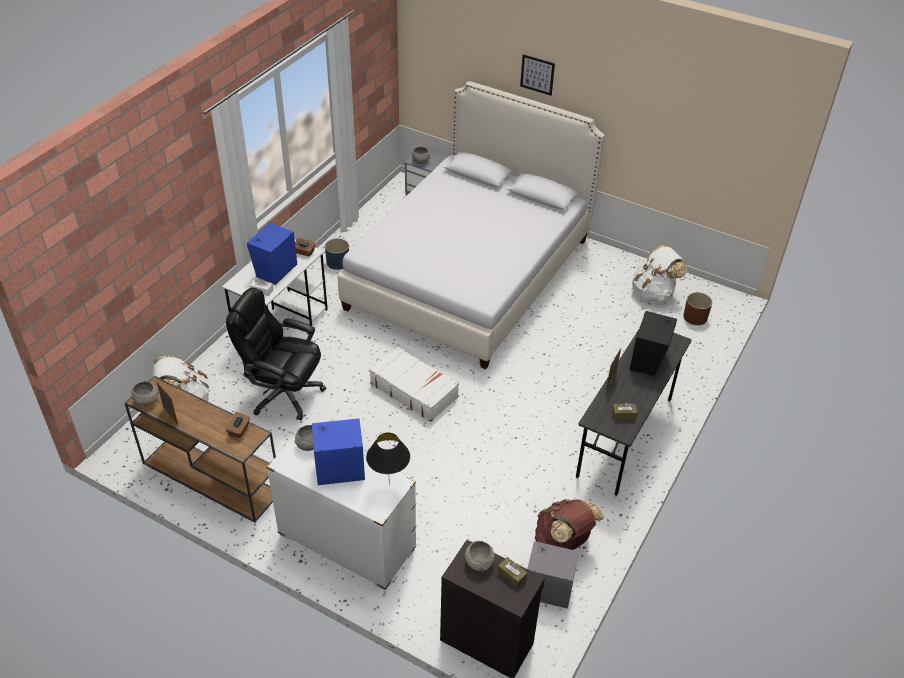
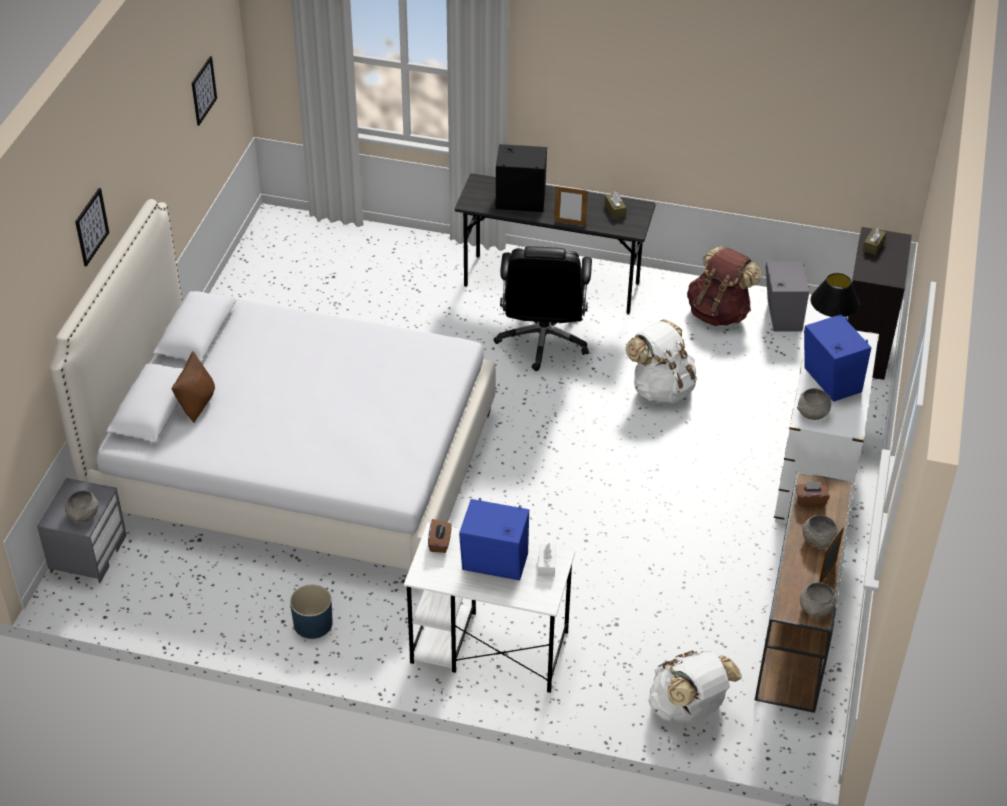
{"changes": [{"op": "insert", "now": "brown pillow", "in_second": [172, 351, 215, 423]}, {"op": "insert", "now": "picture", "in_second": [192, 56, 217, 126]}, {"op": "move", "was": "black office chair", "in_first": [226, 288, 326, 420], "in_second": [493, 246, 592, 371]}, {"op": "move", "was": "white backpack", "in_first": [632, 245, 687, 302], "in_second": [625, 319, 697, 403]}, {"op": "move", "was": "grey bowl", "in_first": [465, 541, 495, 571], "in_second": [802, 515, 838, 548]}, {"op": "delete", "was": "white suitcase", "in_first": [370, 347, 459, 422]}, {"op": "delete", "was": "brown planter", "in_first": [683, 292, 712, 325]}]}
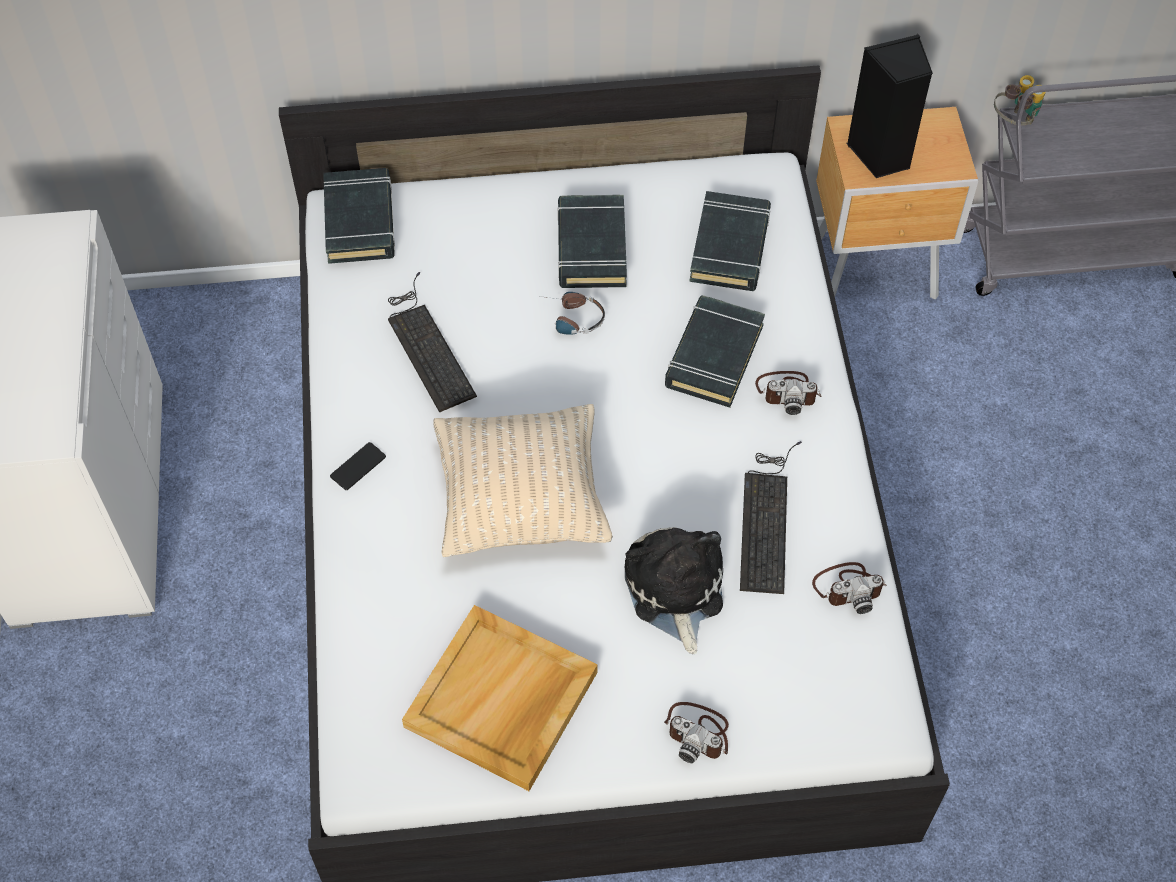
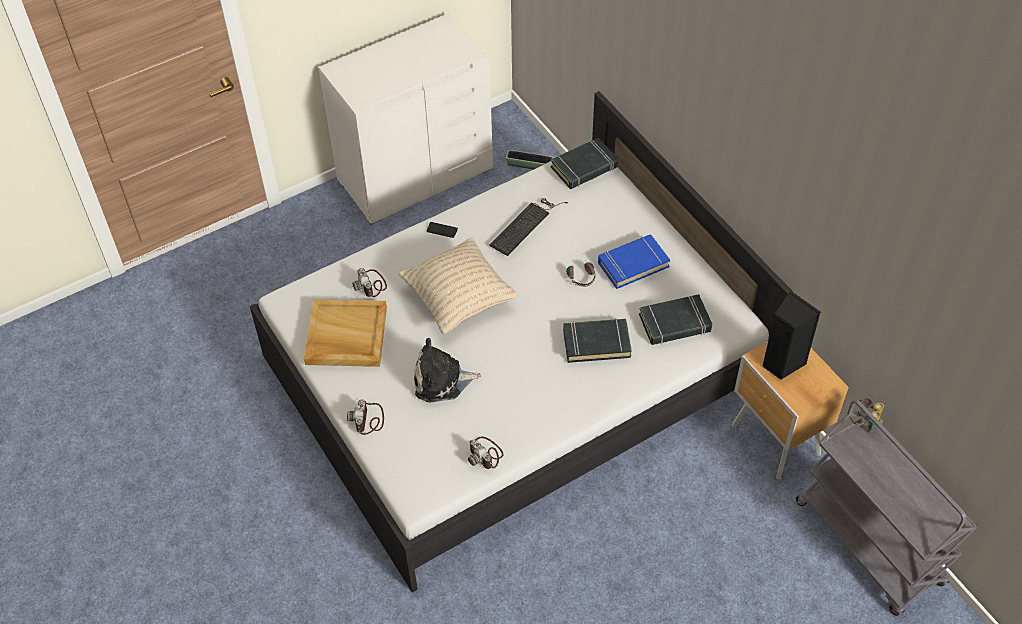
{"changes": [{"op": "move", "was": "photo camera", "in_first": [755, 371, 821, 415], "in_second": [352, 268, 387, 297]}, {"op": "rotate", "was": "plush toy", "in_first": [625, 527, 723, 654], "in_second": [414, 338, 481, 402], "clockwise": -150}, {"op": "insert", "now": "planter", "in_second": [506, 150, 554, 170]}, {"op": "recolor", "was": "black book", "now": "blue book", "in_first": [557, 195, 627, 288], "in_second": [598, 234, 670, 289]}, {"op": "delete", "was": "keyboard", "in_first": [740, 441, 802, 594]}]}
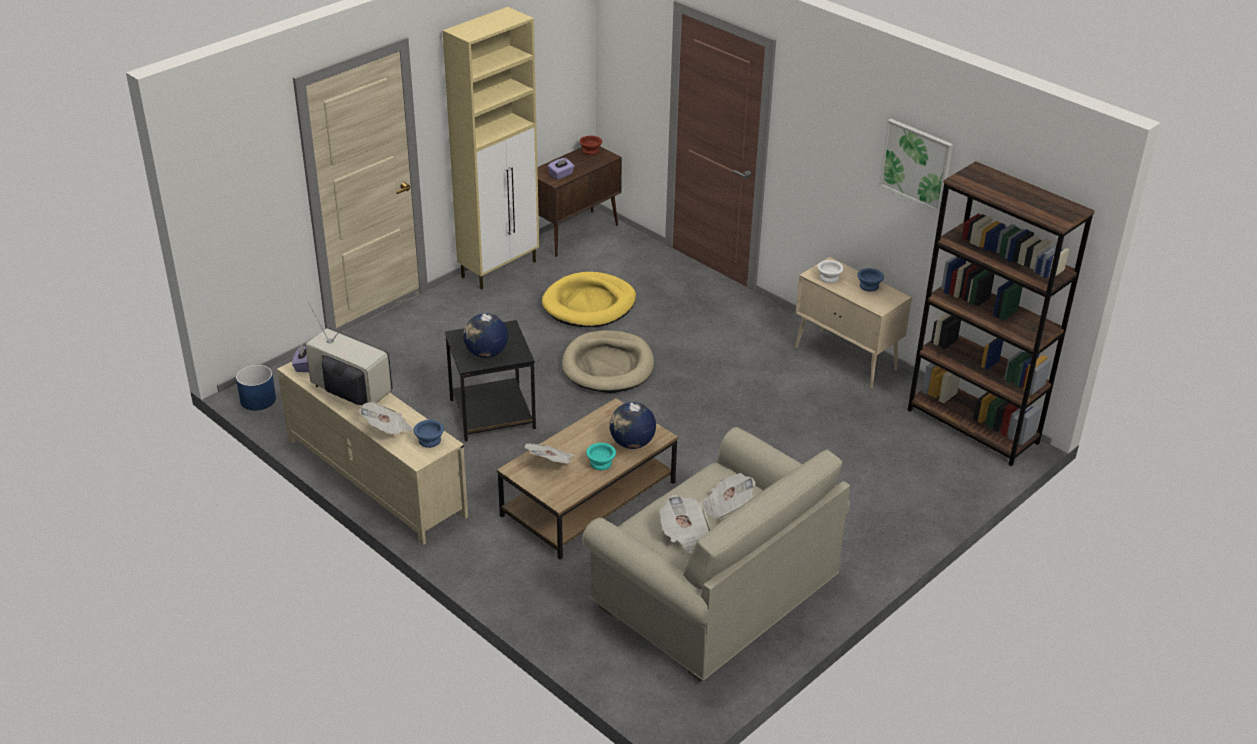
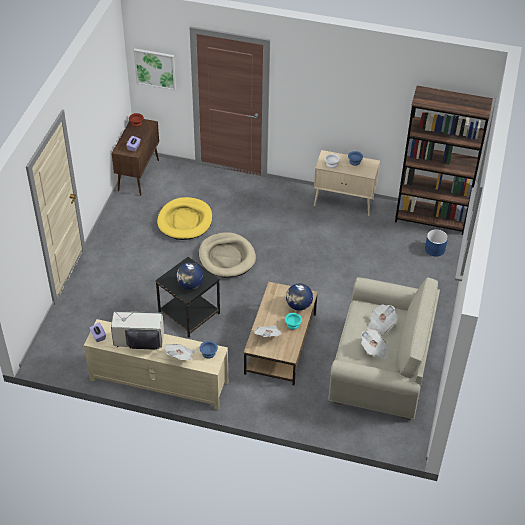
{"changes": [{"op": "move", "was": "picture", "in_first": [879, 119, 953, 213], "in_second": [134, 49, 176, 91]}, {"op": "move", "was": "blue planter", "in_first": [236, 365, 276, 410], "in_second": [425, 229, 448, 256]}, {"op": "delete", "was": "beige cabinet", "in_first": [442, 7, 539, 290]}]}
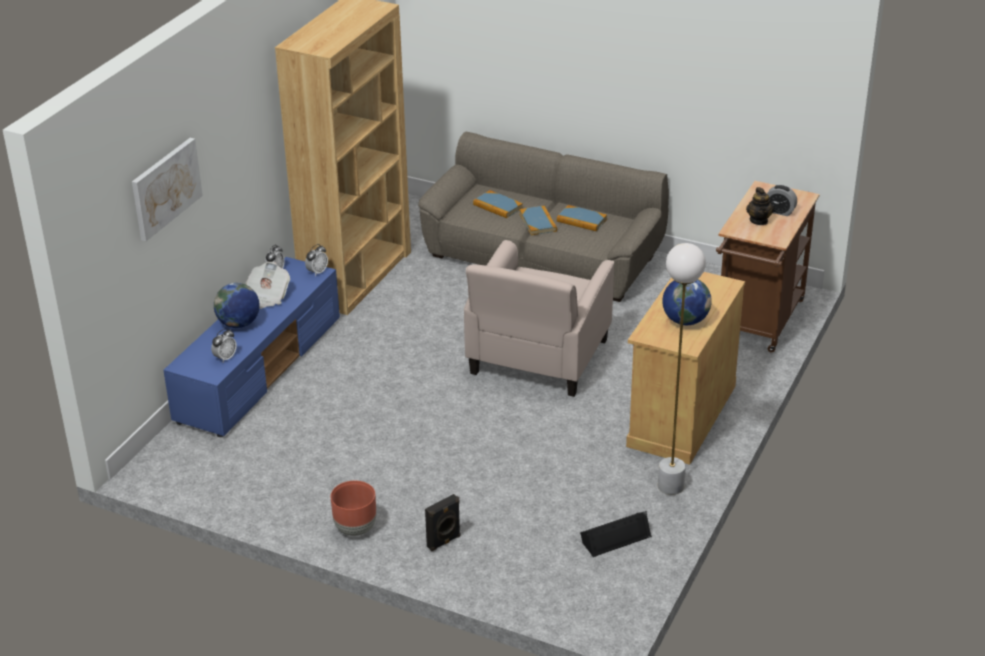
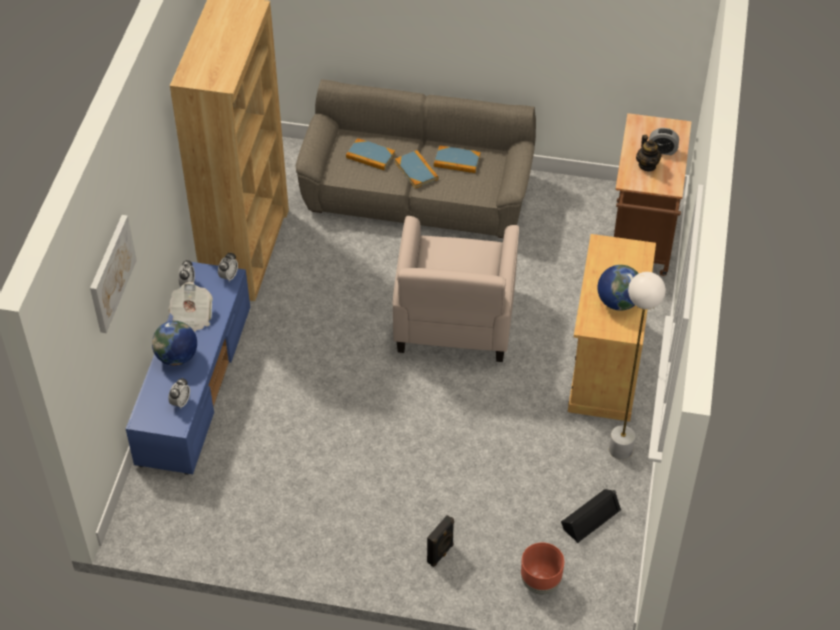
{"changes": [{"op": "move", "was": "brown planter", "in_first": [331, 481, 376, 536], "in_second": [521, 542, 564, 594]}]}
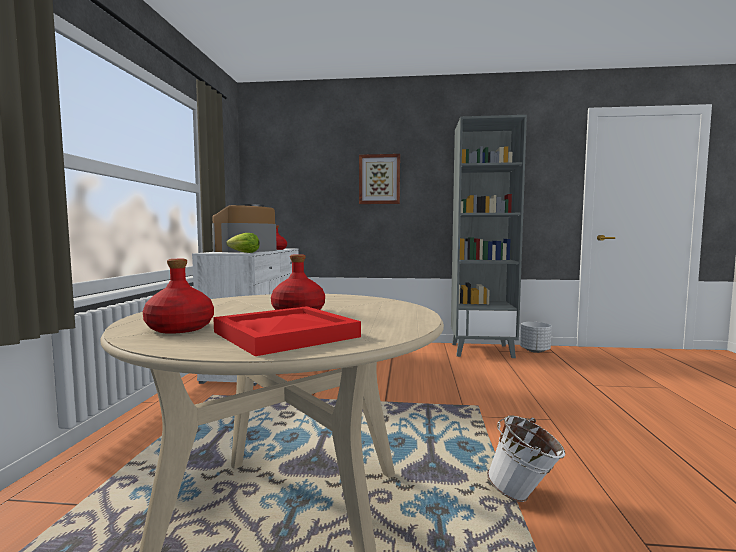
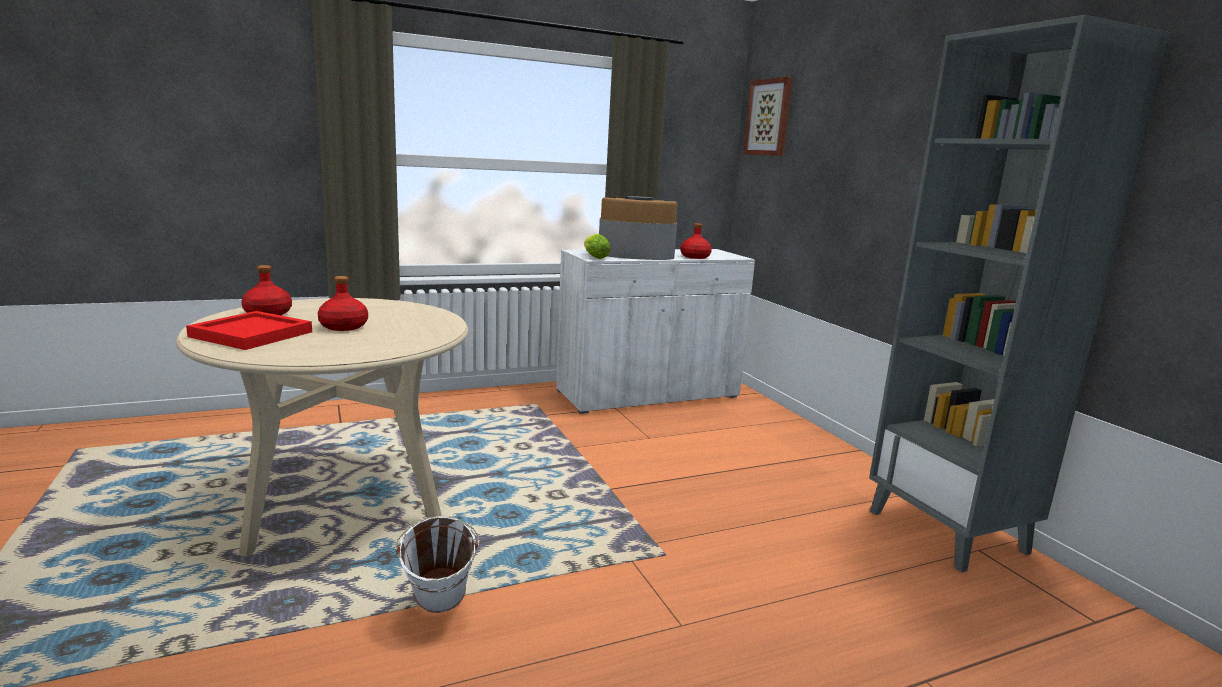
{"changes": [{"op": "move", "was": "picture", "in_first": [359, 154, 400, 204], "in_second": [743, 77, 793, 156]}, {"op": "delete", "was": "white planter", "in_first": [520, 322, 552, 353]}]}
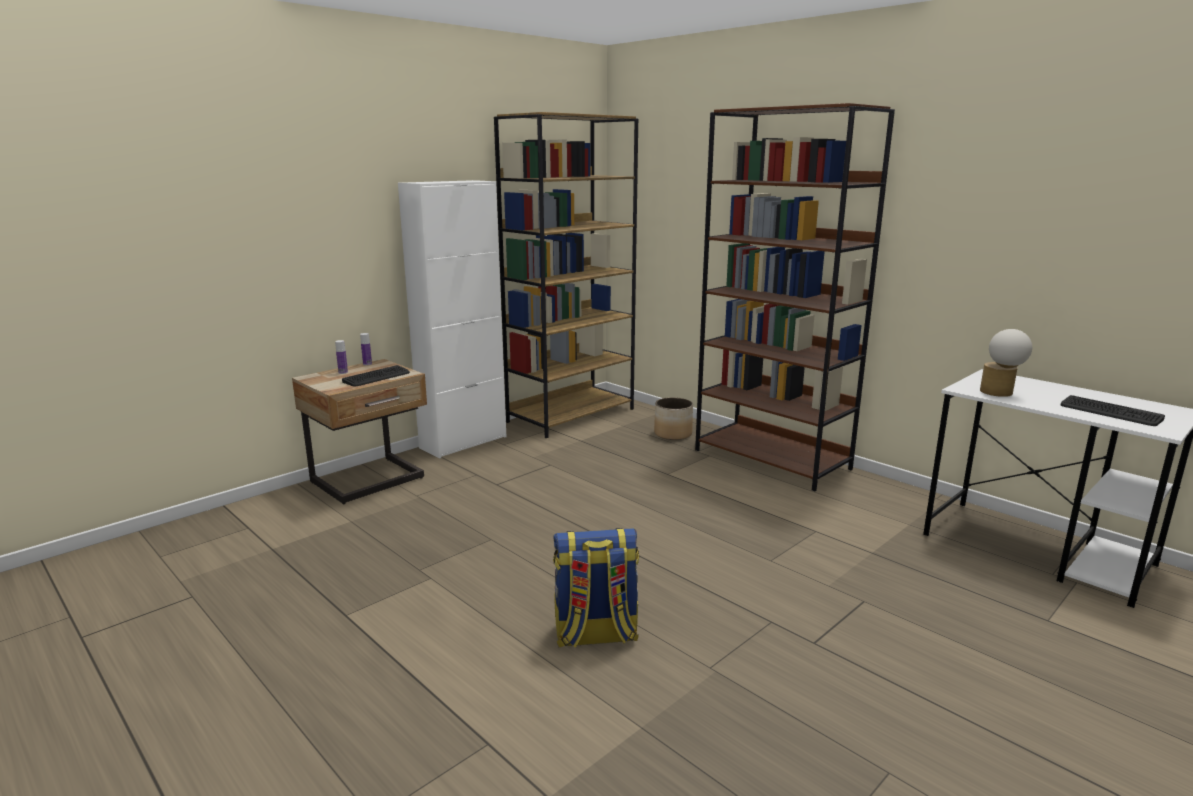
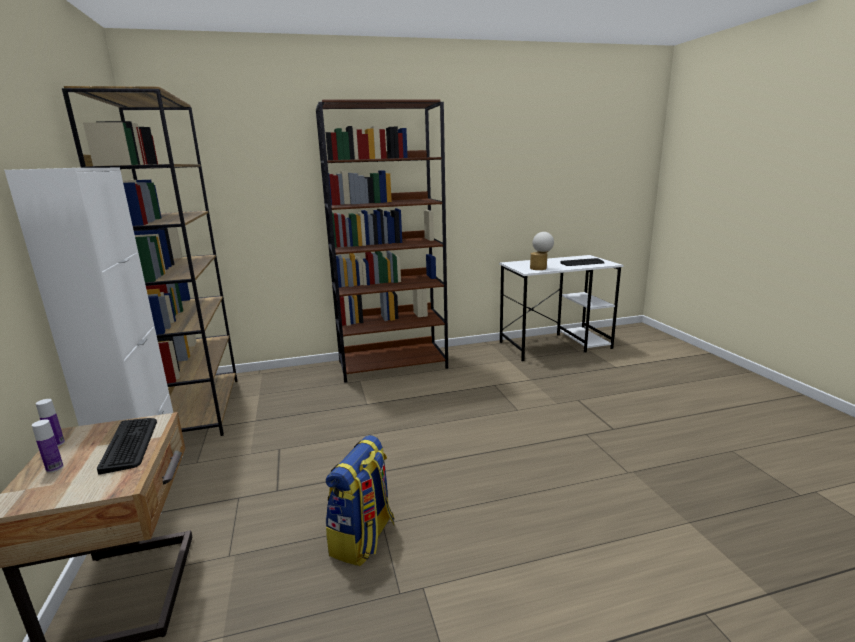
{"changes": [{"op": "move", "was": "backpack", "in_first": [553, 528, 639, 648], "in_second": [326, 435, 394, 567]}, {"op": "delete", "was": "planter", "in_first": [654, 397, 693, 440]}]}
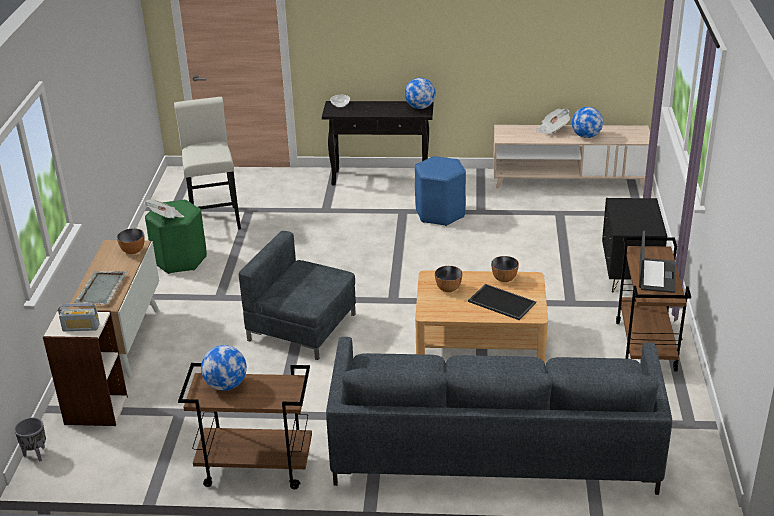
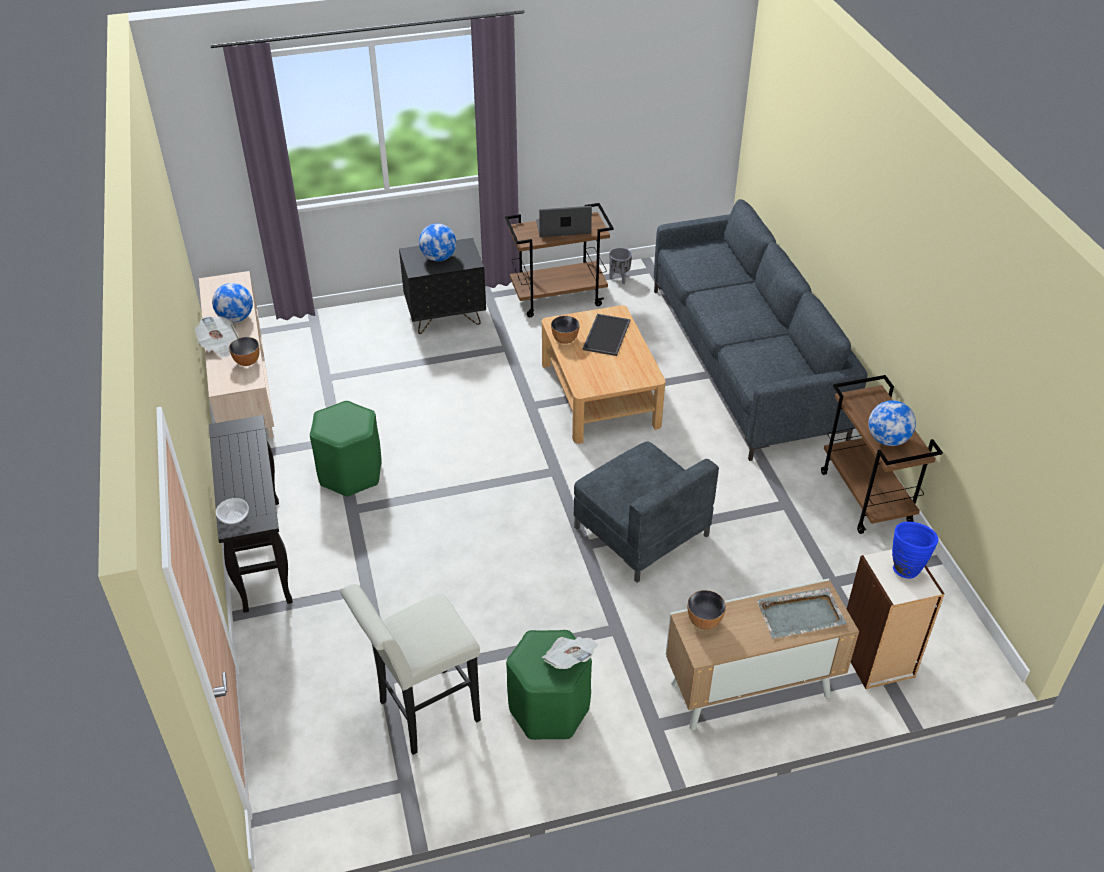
{"changes": [{"op": "move", "was": "bowl", "in_first": [435, 266, 462, 292], "in_second": [229, 337, 259, 366]}, {"op": "recolor", "was": "blue stool", "now": "green stool", "in_first": [415, 156, 466, 226], "in_second": [310, 401, 381, 497]}, {"op": "move", "was": "globe", "in_first": [405, 78, 436, 109], "in_second": [419, 223, 456, 261]}, {"op": "rotate", "was": "grey armchair", "in_first": [239, 231, 356, 360], "in_second": [574, 441, 719, 583], "clockwise": -45}, {"op": "move", "was": "grey planter", "in_first": [14, 417, 46, 462], "in_second": [609, 248, 632, 284]}, {"op": "replace", "was": "radio", "now": "blue vase", "in_first": [58, 303, 100, 331], "in_second": [892, 522, 938, 579]}]}
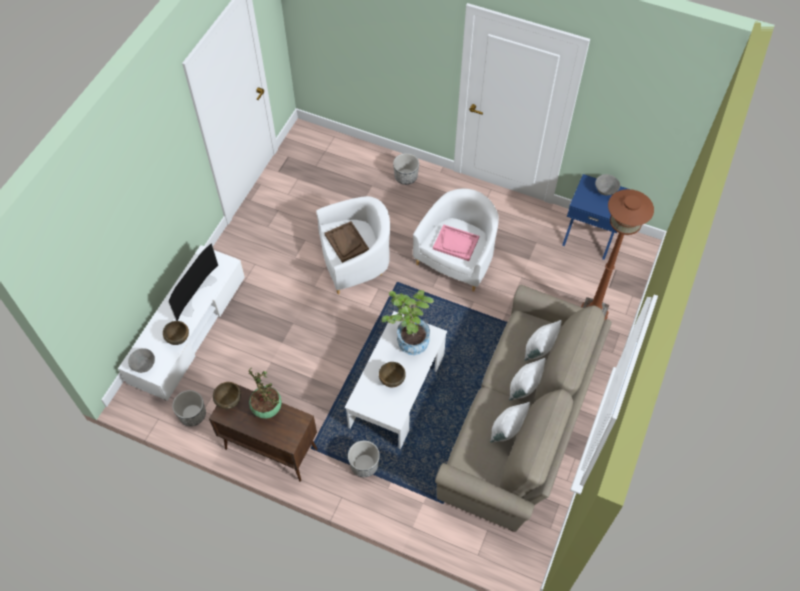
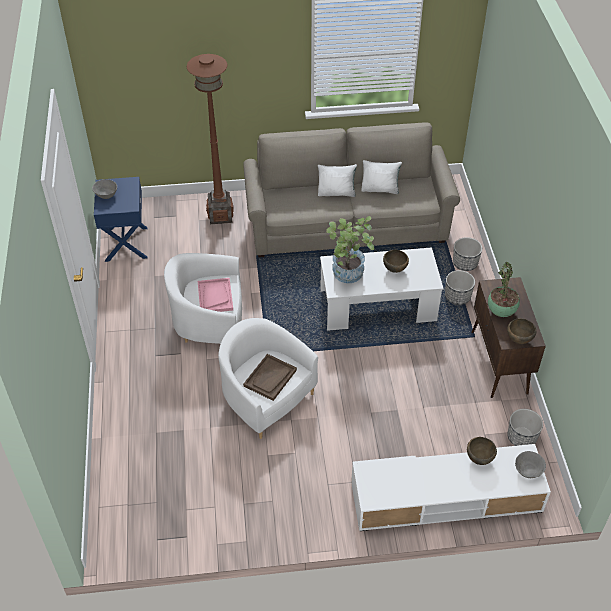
{"changes": [{"op": "move", "was": "planter", "in_first": [393, 153, 419, 185], "in_second": [453, 237, 482, 271]}, {"op": "delete", "was": "television", "in_first": [168, 243, 219, 321]}, {"op": "delete", "was": "white pillow", "in_first": [525, 320, 562, 361]}]}
